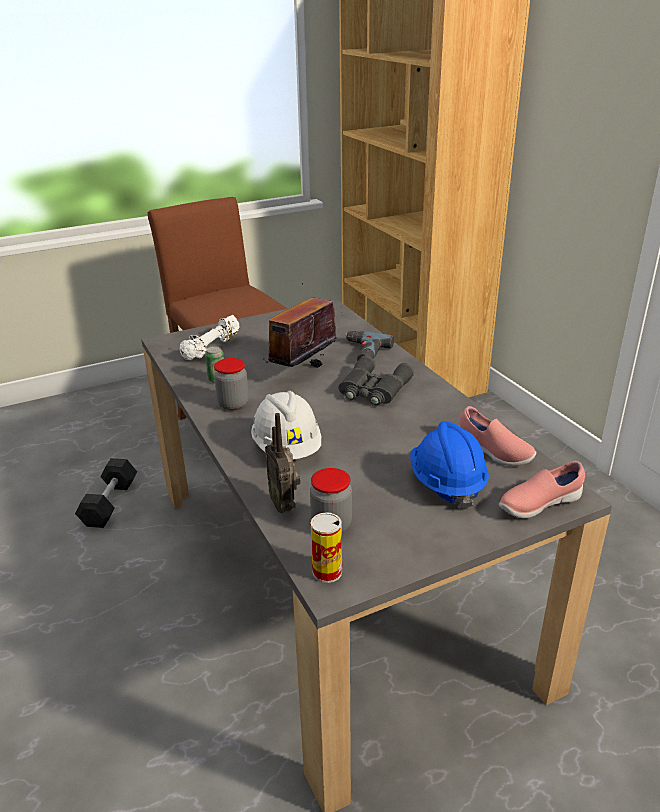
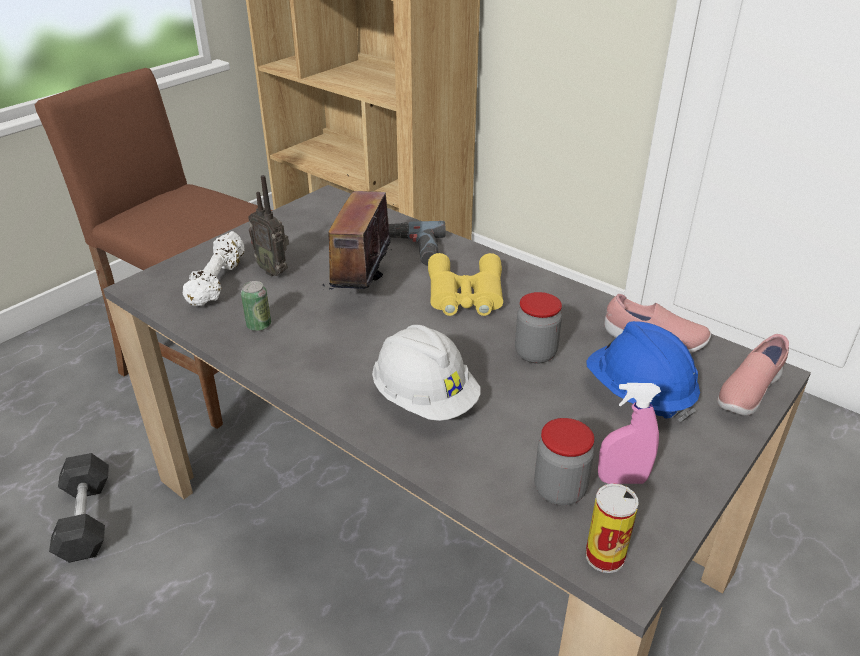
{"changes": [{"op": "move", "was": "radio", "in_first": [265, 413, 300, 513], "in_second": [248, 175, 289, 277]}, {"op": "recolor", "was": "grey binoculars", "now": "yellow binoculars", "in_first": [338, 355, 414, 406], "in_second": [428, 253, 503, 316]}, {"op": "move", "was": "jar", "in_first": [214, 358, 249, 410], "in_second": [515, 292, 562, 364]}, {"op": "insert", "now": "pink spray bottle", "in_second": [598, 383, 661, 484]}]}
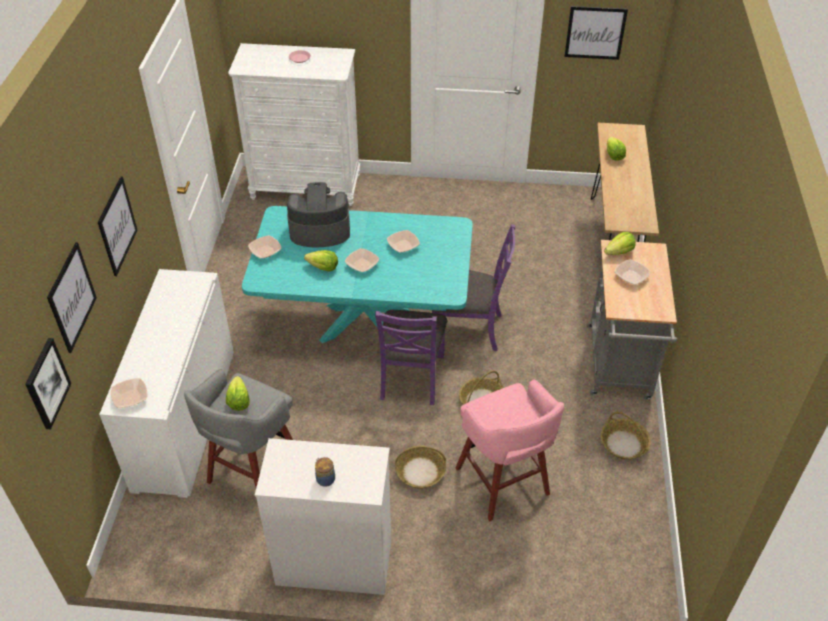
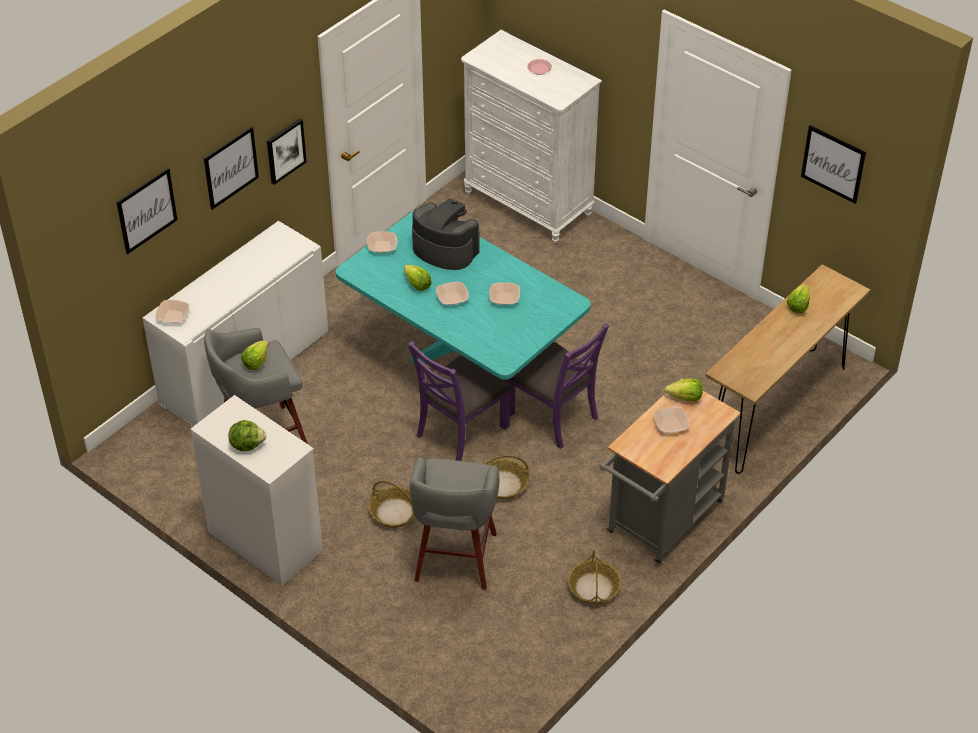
{"changes": [{"op": "replace", "was": "jar", "now": "lettuce", "in_first": [315, 457, 335, 487], "in_second": [228, 420, 266, 451]}, {"op": "move", "was": "picture", "in_first": [25, 338, 72, 429], "in_second": [267, 119, 307, 185]}, {"op": "recolor", "was": "pink stool", "now": "grey stool", "in_first": [455, 379, 564, 521], "in_second": [409, 457, 500, 590]}]}
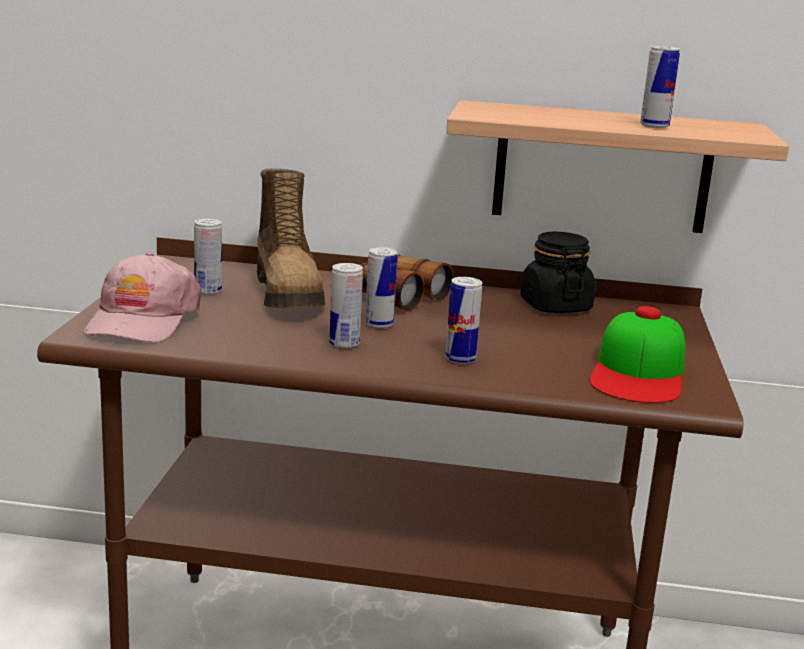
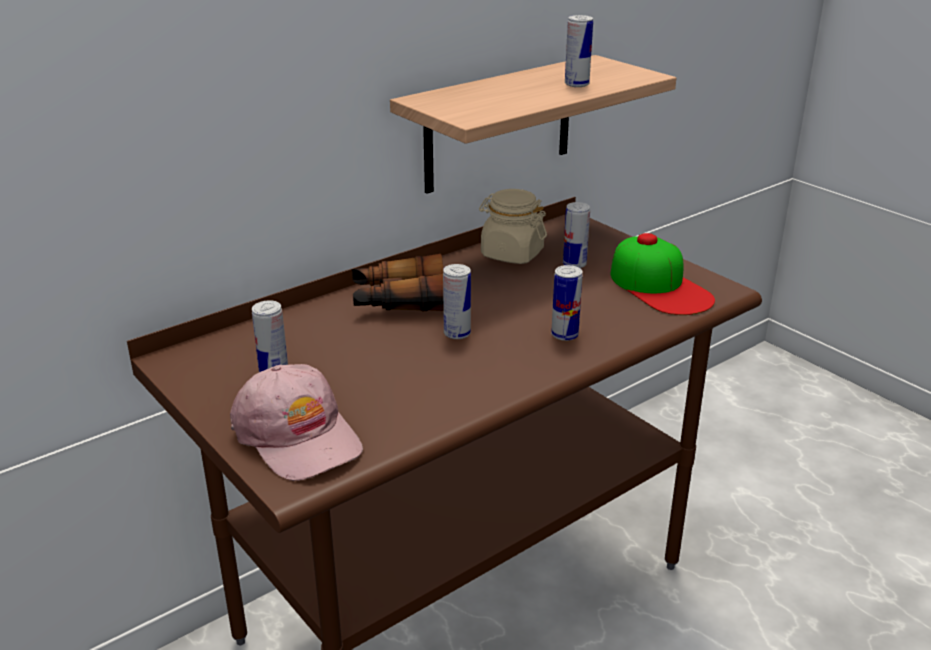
{"changes": [{"op": "recolor", "was": "black jar", "now": "beige jar", "in_first": [520, 232, 595, 313], "in_second": [479, 189, 547, 264]}, {"op": "move", "was": "can", "in_first": [329, 263, 363, 348], "in_second": [563, 202, 590, 268]}, {"op": "delete", "was": "boot", "in_first": [257, 168, 325, 308]}]}
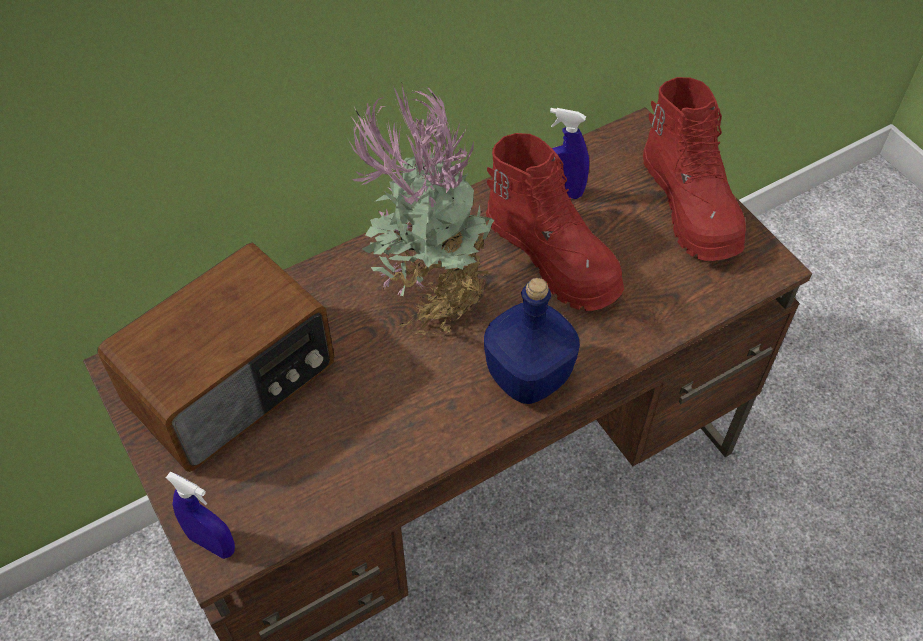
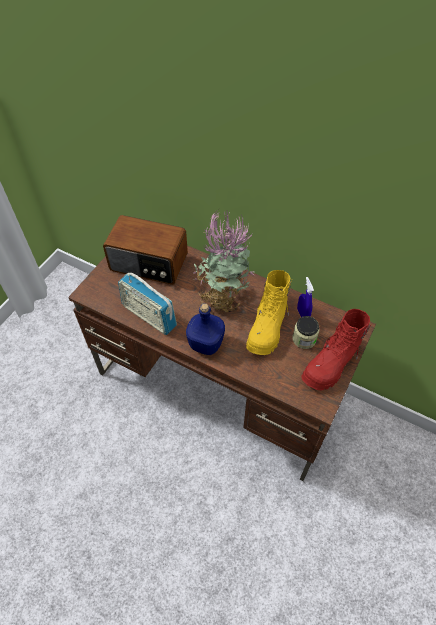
{"changes": [{"op": "insert", "now": "radio", "in_second": [118, 273, 177, 335]}, {"op": "recolor", "was": "red boot", "now": "yellow boot", "in_first": [486, 133, 624, 311], "in_second": [246, 270, 292, 355]}, {"op": "insert", "now": "jar", "in_second": [292, 316, 319, 349]}, {"op": "delete", "was": "blue spray bottle", "in_first": [166, 471, 235, 559]}]}
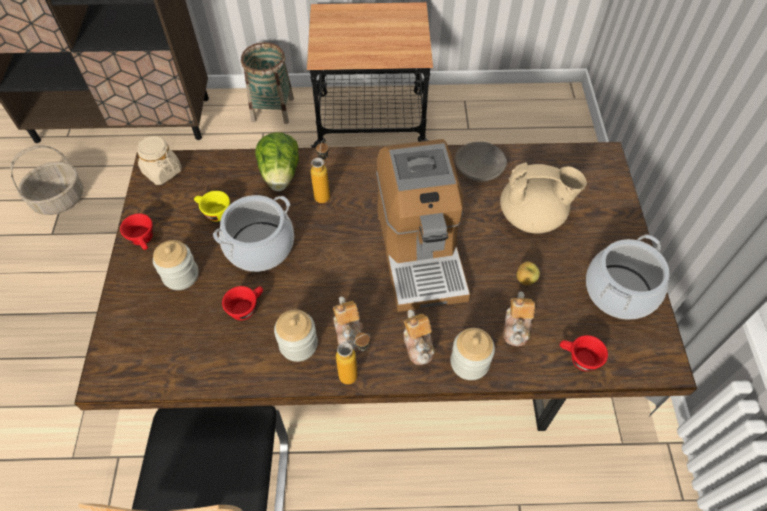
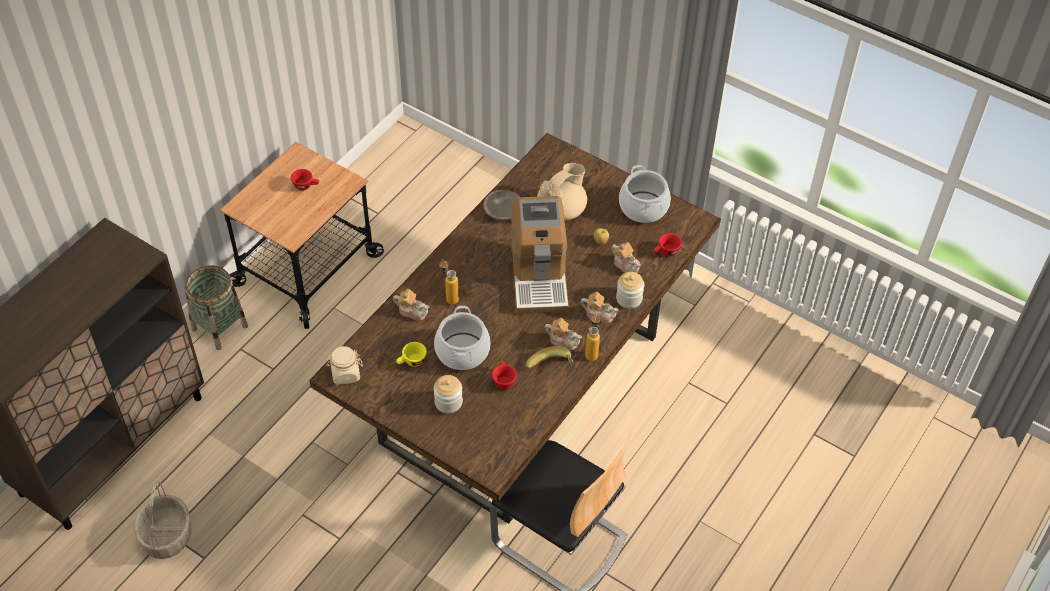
{"changes": [{"op": "move", "was": "red cup", "in_first": [120, 214, 153, 250], "in_second": [291, 169, 319, 191]}, {"op": "replace", "was": "lettuce", "now": "teapot", "in_first": [255, 132, 299, 191], "in_second": [393, 289, 429, 321]}, {"op": "rotate", "was": "coffee machine", "in_first": [376, 139, 470, 312], "in_second": [511, 196, 569, 314], "clockwise": 60}, {"op": "replace", "was": "jar", "now": "banana", "in_first": [274, 309, 318, 362], "in_second": [526, 346, 574, 369]}]}
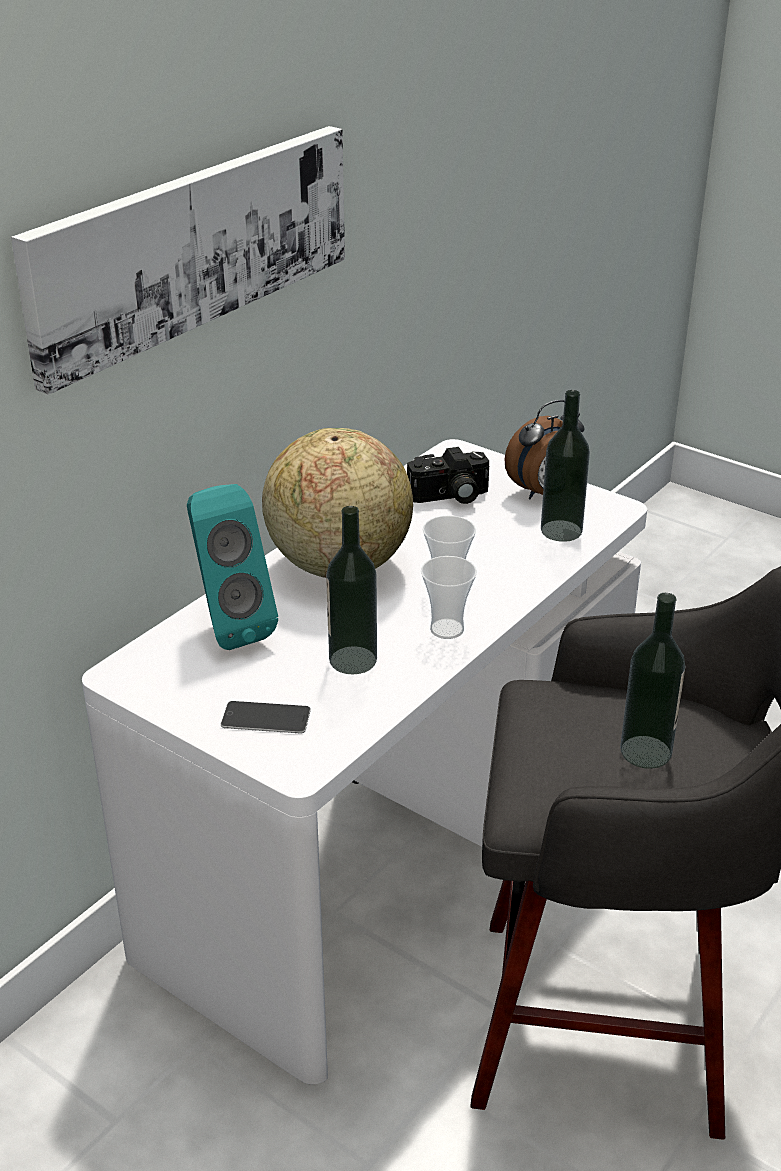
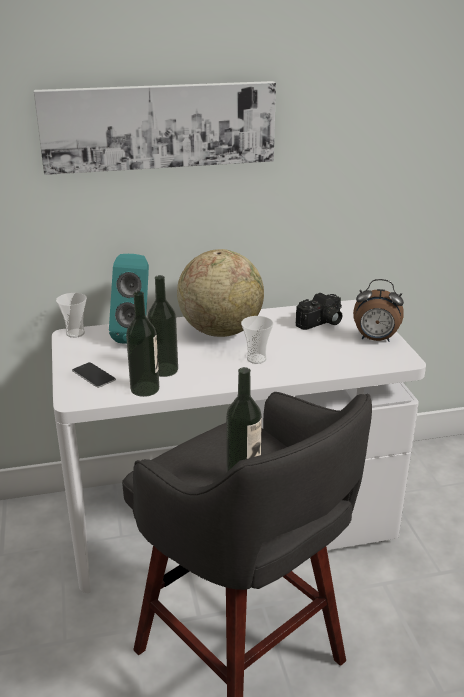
{"changes": [{"op": "move", "was": "cup", "in_first": [421, 556, 477, 639], "in_second": [56, 293, 87, 338]}, {"op": "move", "was": "bottle", "in_first": [541, 390, 590, 542], "in_second": [126, 291, 159, 397]}, {"op": "rotate", "was": "photo camera", "in_first": [407, 447, 489, 504], "in_second": [296, 293, 342, 330], "clockwise": -60}]}
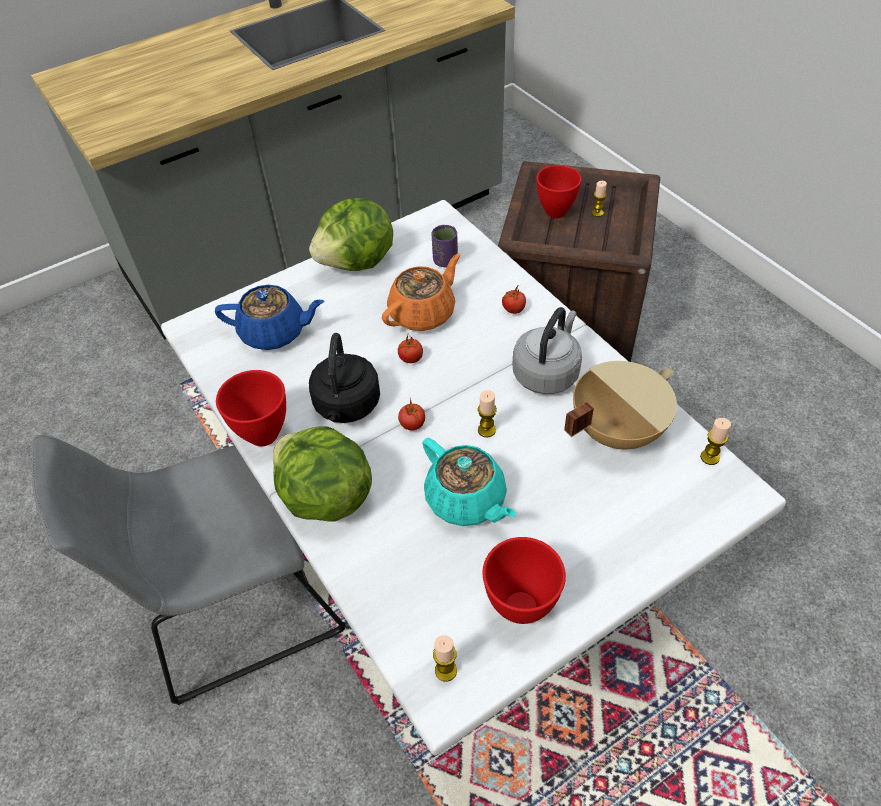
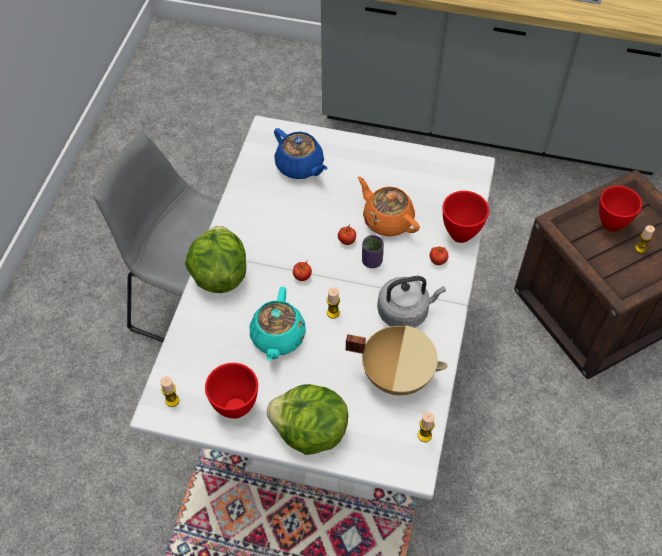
{"changes": [{"op": "move", "was": "lettuce", "in_first": [309, 198, 393, 271], "in_second": [267, 384, 348, 455]}, {"op": "rotate", "was": "orange teapot", "in_first": [382, 253, 460, 331], "in_second": [358, 176, 420, 237], "clockwise": -135}, {"op": "move", "was": "purple cup", "in_first": [431, 225, 458, 267], "in_second": [362, 235, 384, 268]}, {"op": "move", "was": "red bowl", "in_first": [216, 370, 286, 446], "in_second": [443, 191, 489, 243]}, {"op": "delete", "was": "black kettle", "in_first": [309, 333, 380, 423]}]}
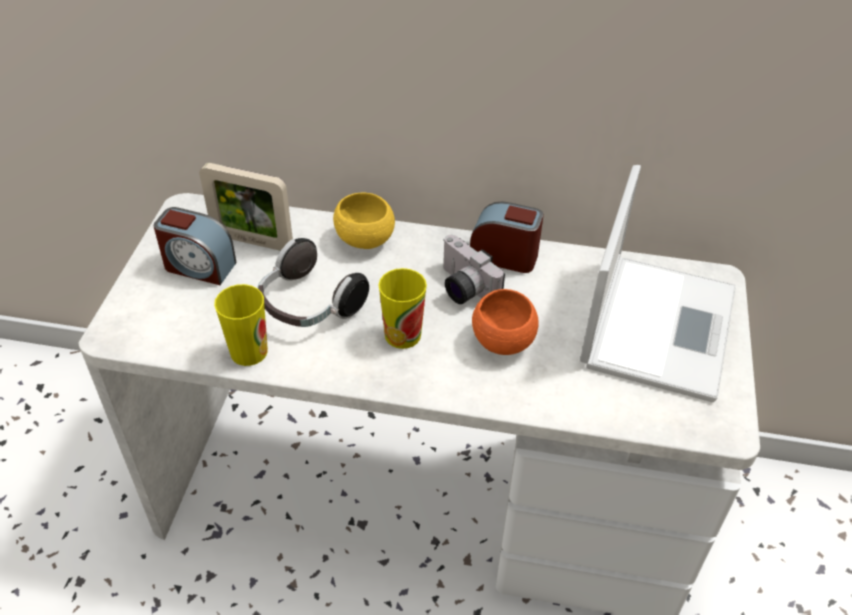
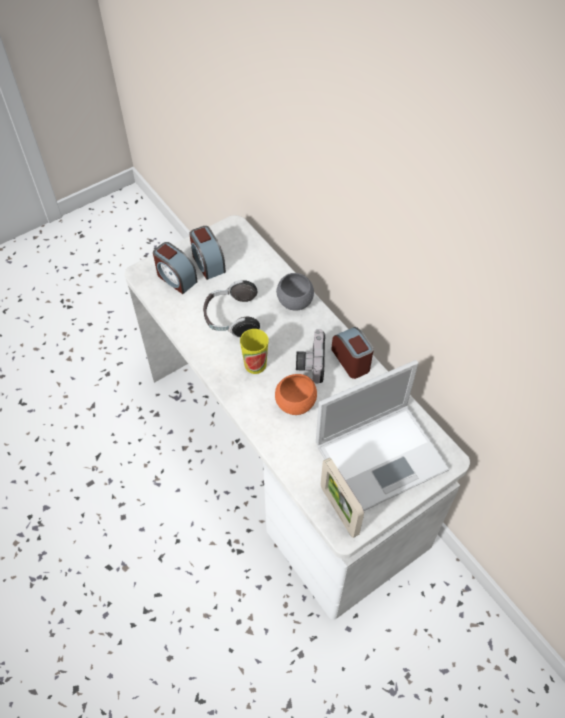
{"changes": [{"op": "insert", "now": "alarm clock", "in_second": [153, 242, 198, 294]}, {"op": "recolor", "was": "yellow bowl", "now": "grey bowl", "in_first": [333, 193, 395, 249], "in_second": [276, 273, 314, 311]}, {"op": "move", "was": "picture frame", "in_first": [199, 163, 293, 251], "in_second": [321, 458, 364, 538]}, {"op": "delete", "was": "cup", "in_first": [214, 284, 268, 366]}]}
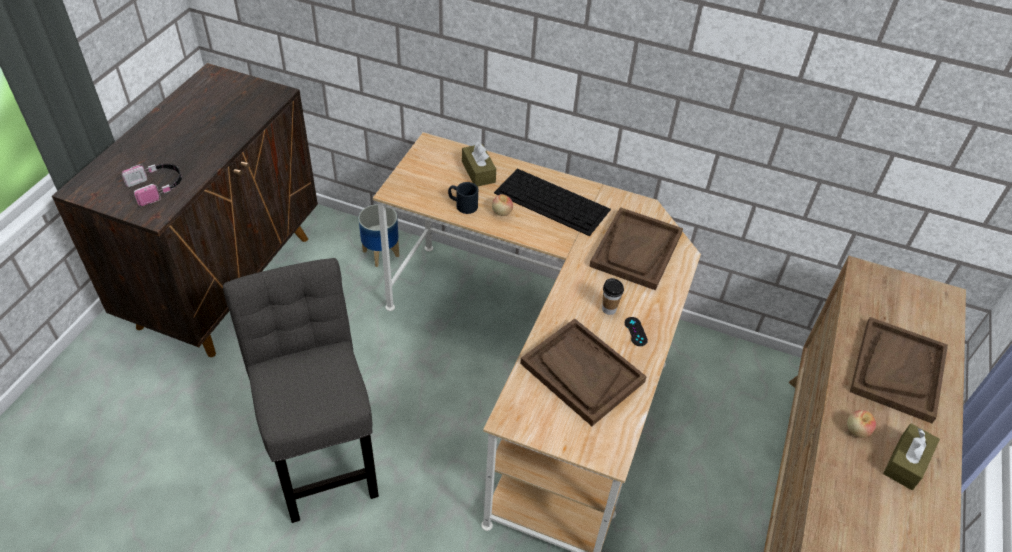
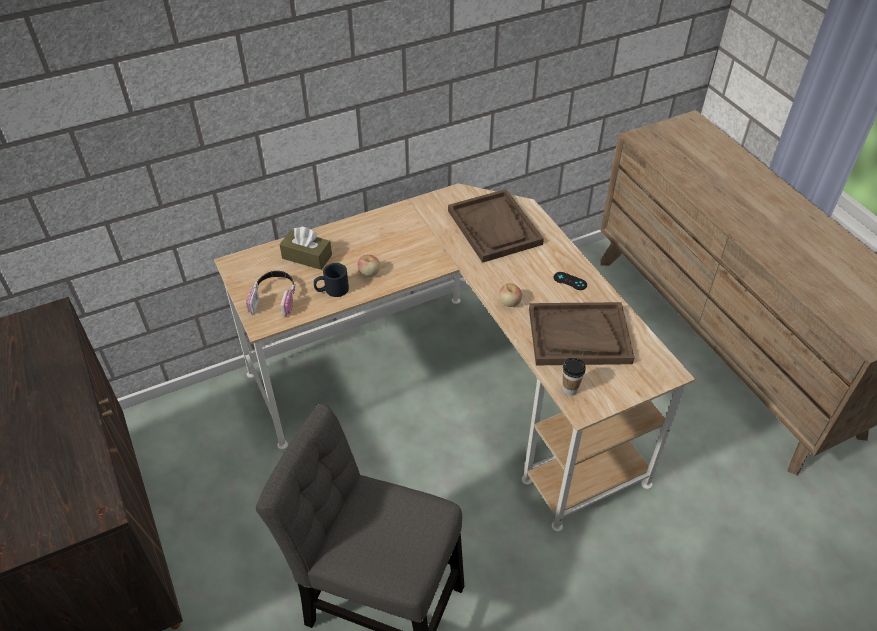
{"changes": [{"op": "move", "was": "headphones", "in_first": [122, 164, 182, 206], "in_second": [246, 271, 296, 316]}, {"op": "move", "was": "apple", "in_first": [847, 410, 876, 438], "in_second": [499, 283, 522, 307]}, {"op": "move", "was": "cup", "in_first": [602, 278, 624, 315], "in_second": [562, 358, 586, 396]}, {"op": "delete", "was": "planter", "in_first": [358, 204, 399, 267]}, {"op": "delete", "was": "keyboard", "in_first": [494, 169, 611, 236]}, {"op": "delete", "was": "brown tray", "in_first": [850, 317, 948, 423]}, {"op": "delete", "was": "brown tissue box", "in_first": [883, 423, 940, 490]}]}
